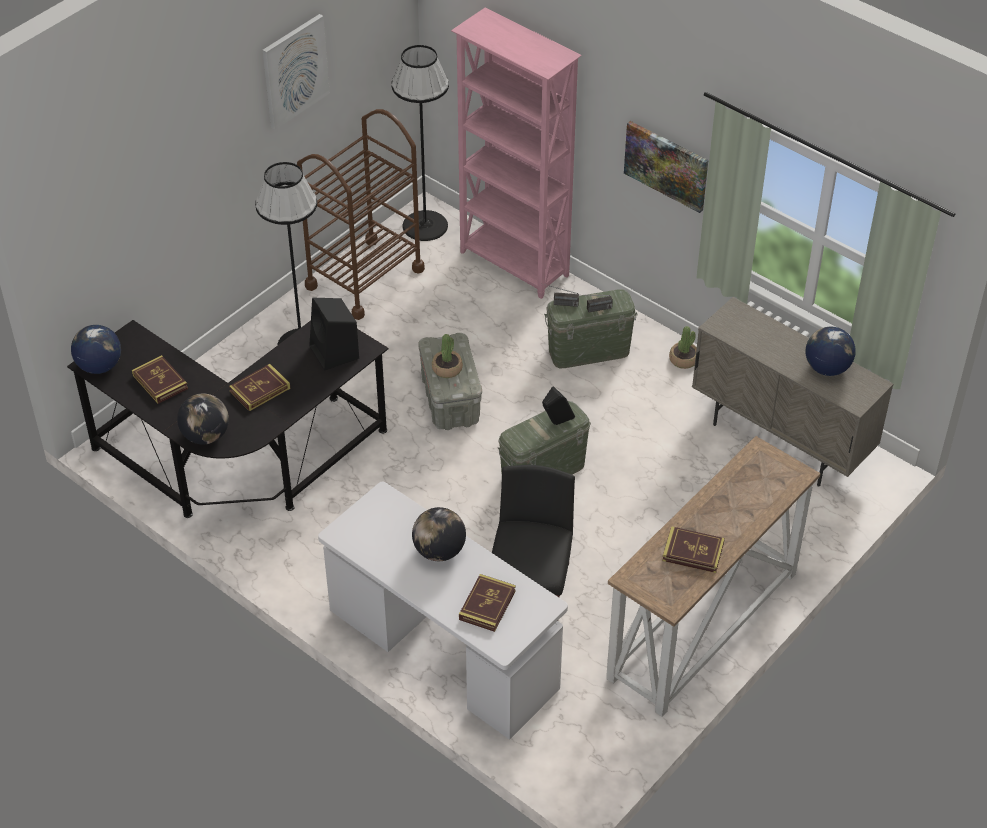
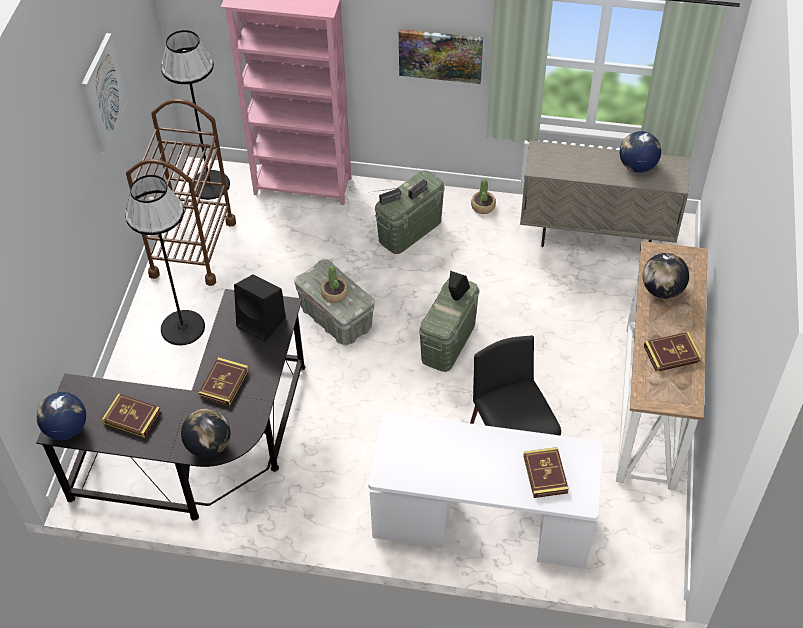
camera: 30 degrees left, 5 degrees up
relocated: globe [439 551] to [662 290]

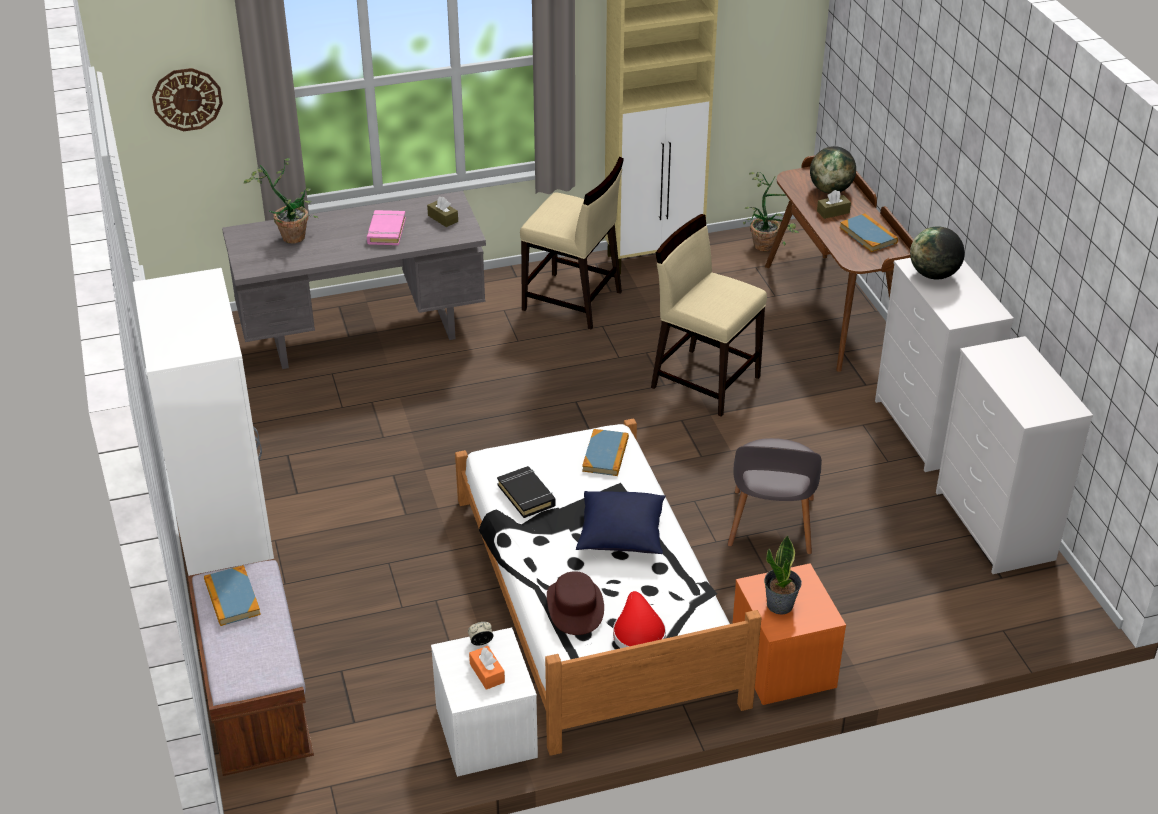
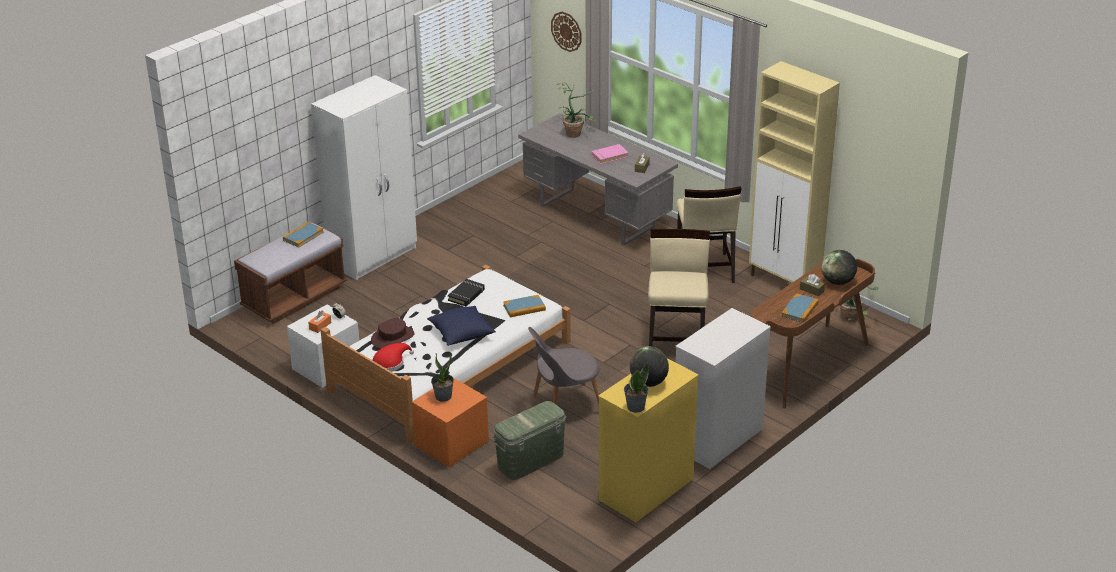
camera: 60 degrees right, 5 degrees down
appeared: houseplant [635 407]; green-coloured storage container [530 461]
relocated: globe [933 275] to [648 382]
colour: white-coloured drawer chest [995 526] to yellowish drawer chest [645 490]

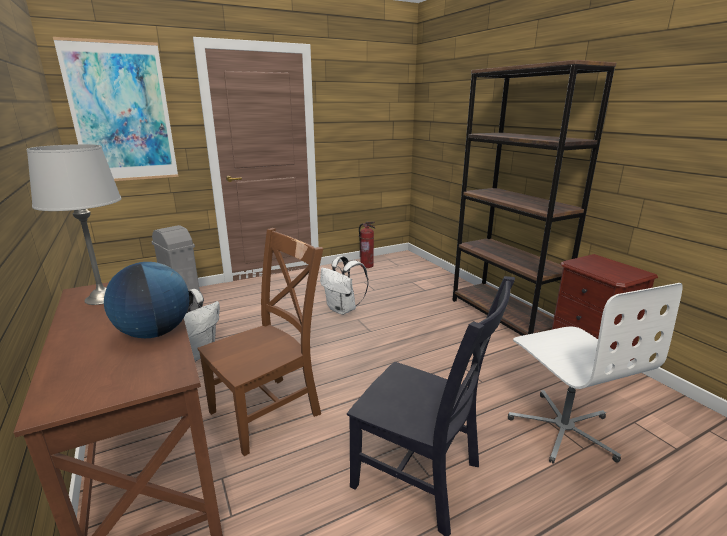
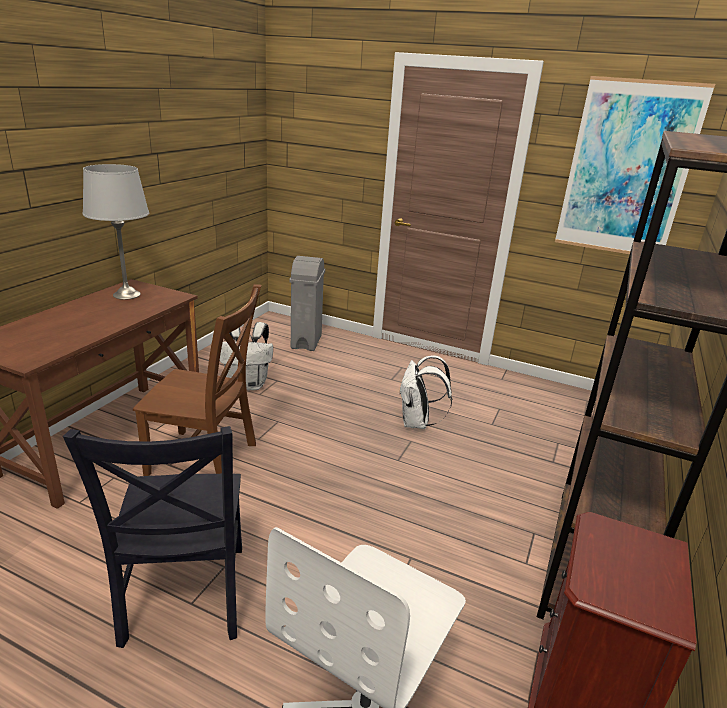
camera: 50 degrees right, 5 degrees up
missing: extinguisher [367 265]; globe [155 333]
relocated: picture [121 113] to [627 170]

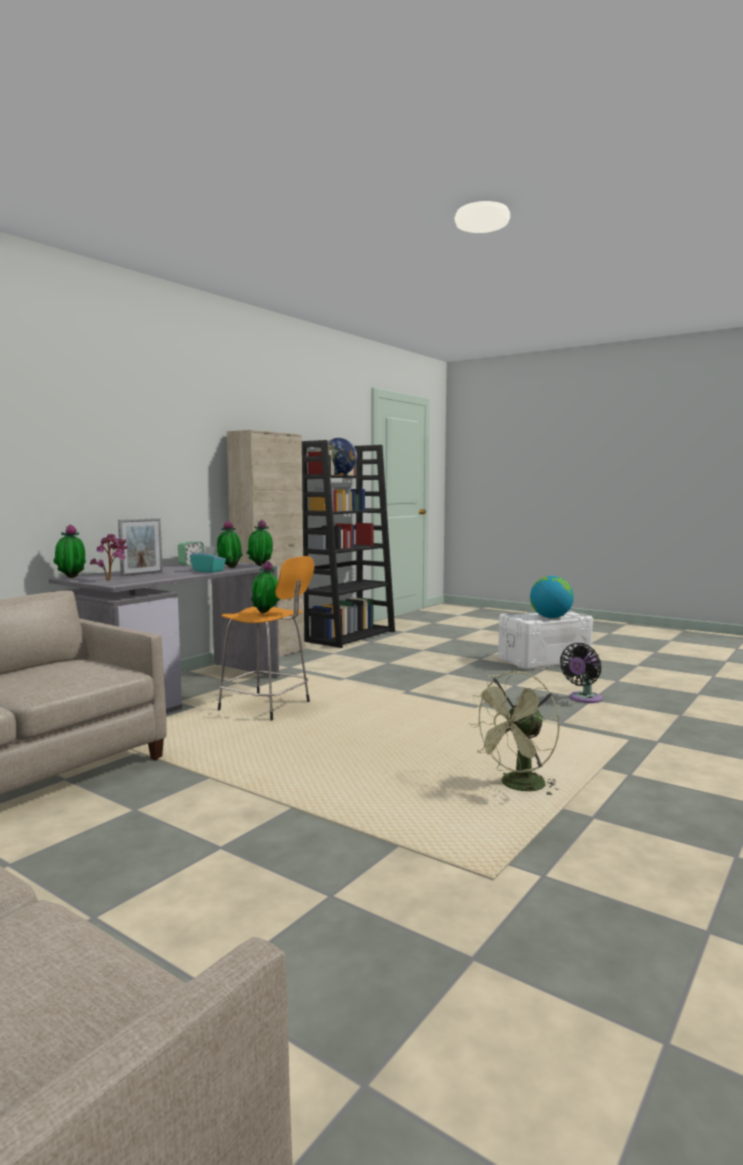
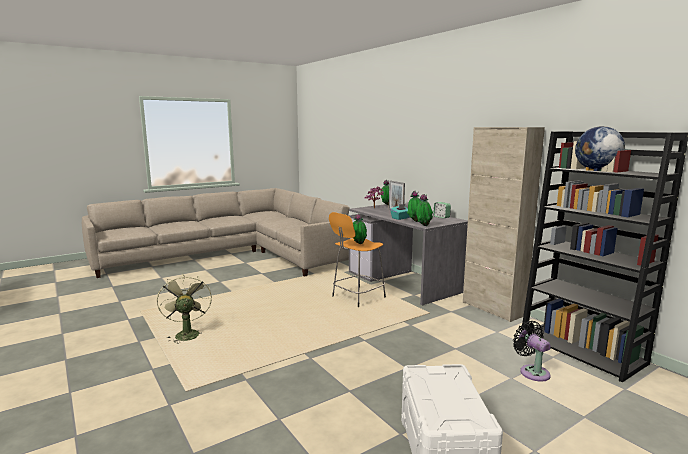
camera: 110 degrees right, 5 degrees up
missing: globe [550 617]
relocated: black fan [583 699] to [532 371]

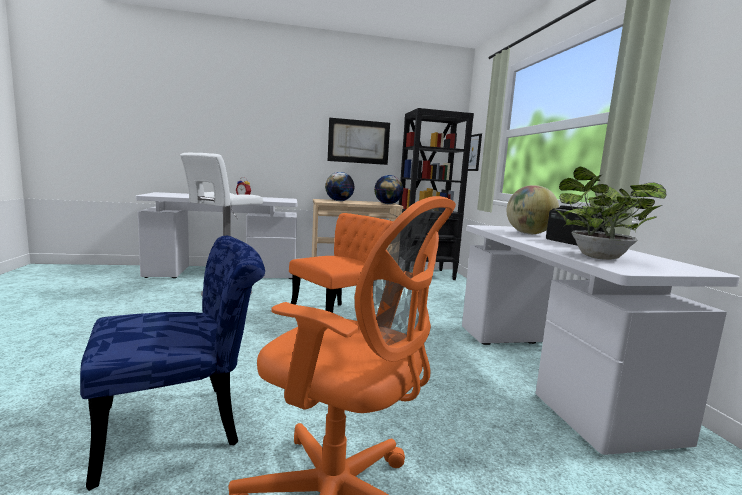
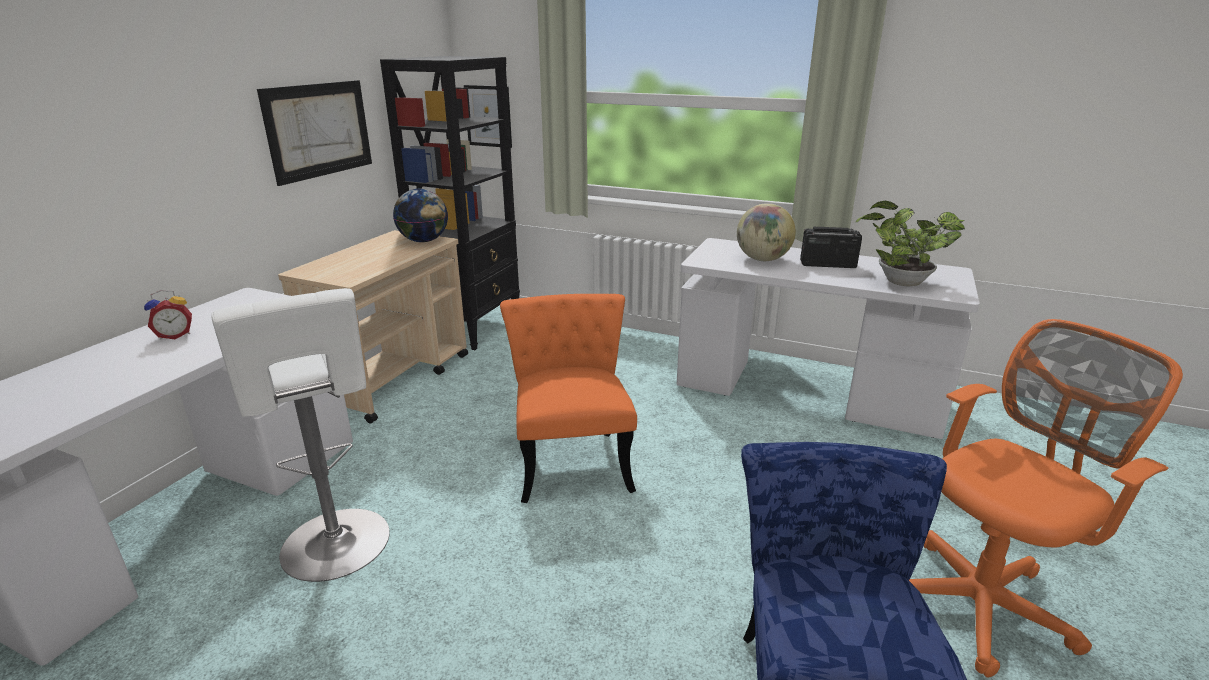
camera: 55 degrees left, 15 degrees up
missing: globe [339 201]

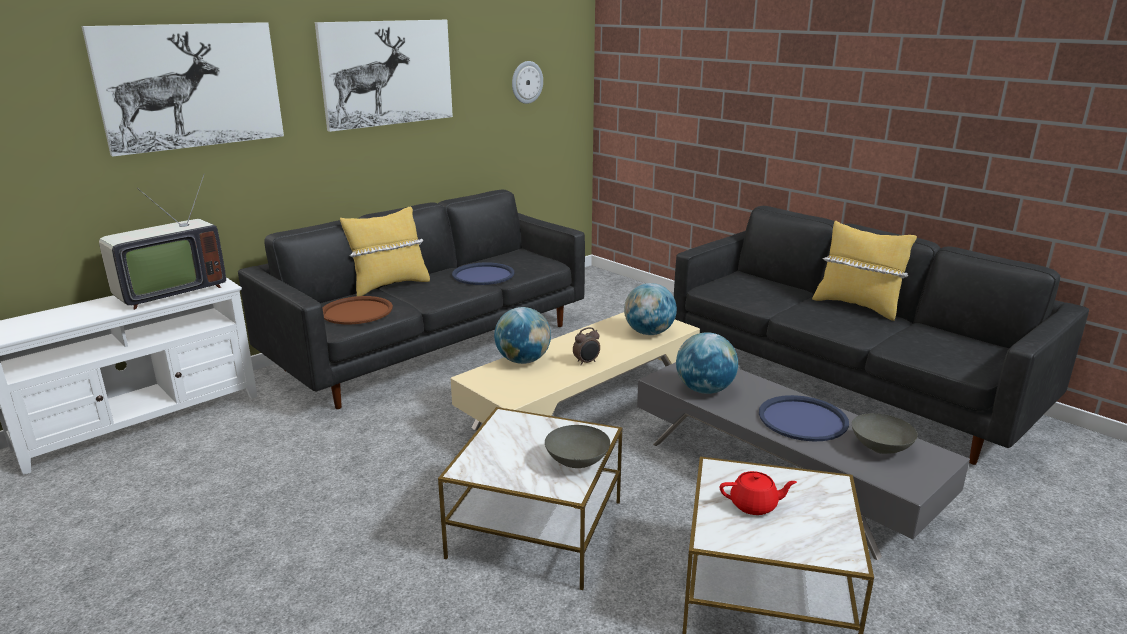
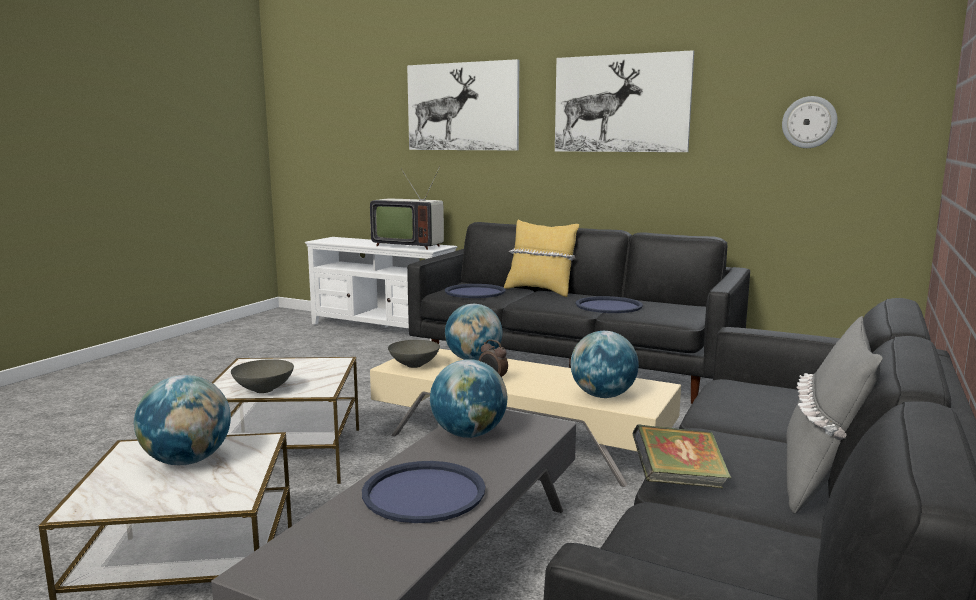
camera: 70 degrees right, 10 degrees down
appeared: volume [678 481]
relocated: gray serving bowl [879 448] to [414 365]
exchanged: reddish tea pot [754 505] to globe [187 461]
colour: yellowish throw pillow [857 306] to gray throw pillow [820 481]; brown-coloured serving tray [356 311] to blue serving tray [475 292]

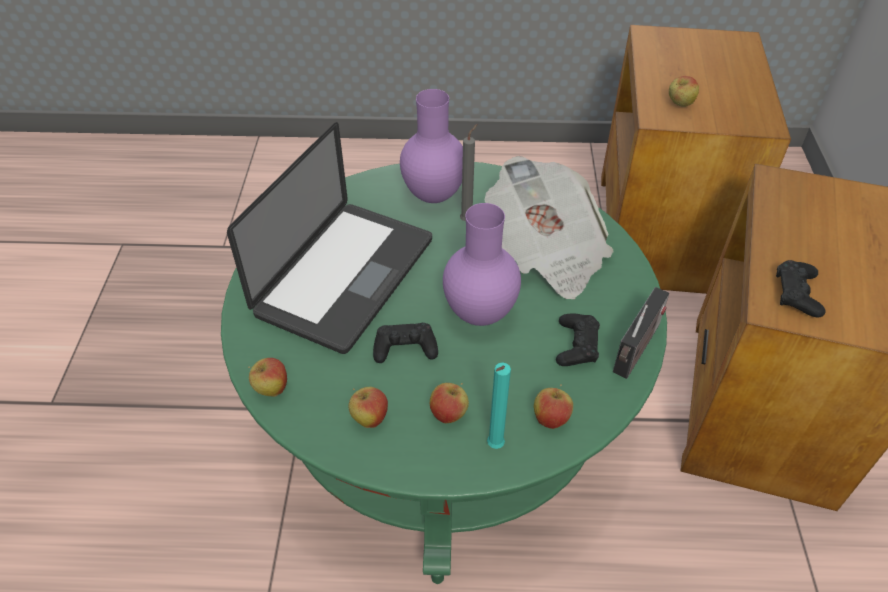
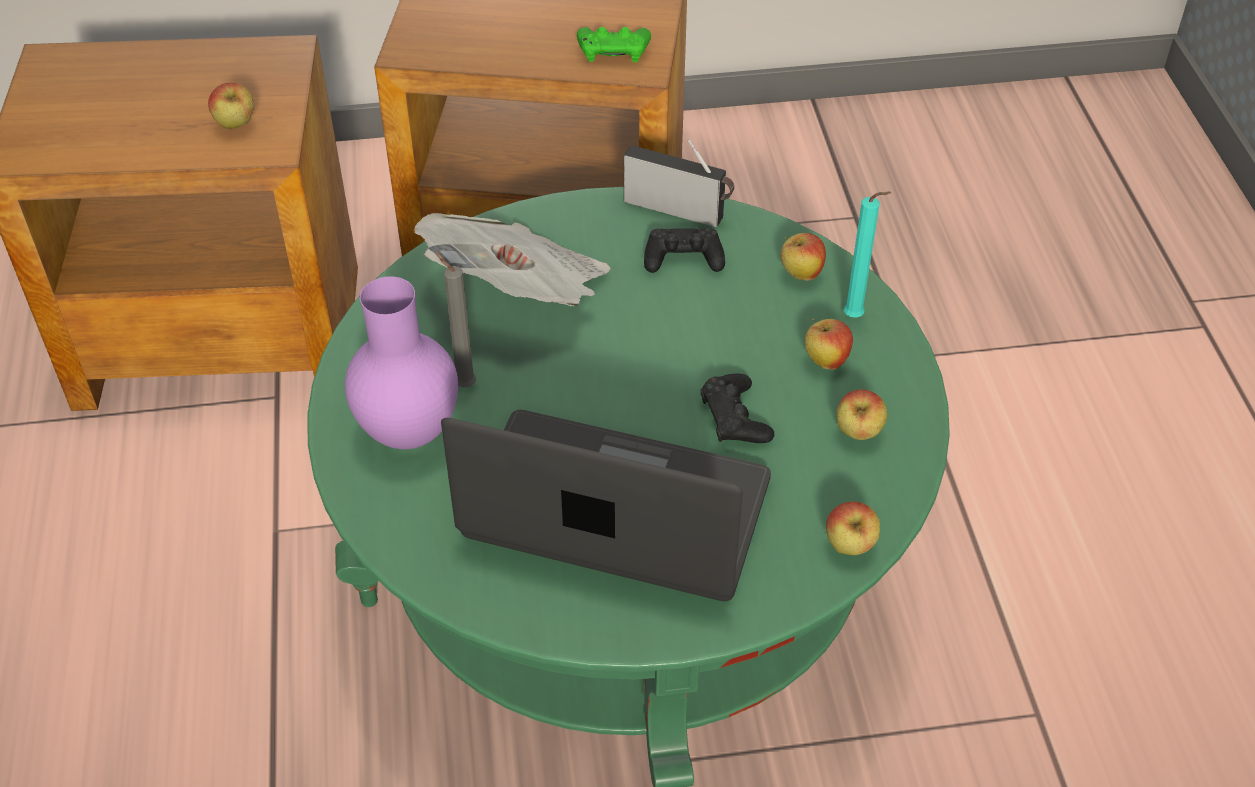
camera: 100 degrees left, 0 degrees up
missing: purple vase [480 315]
colour: black joypad [797 293] to green-coloured joypad [613 50]

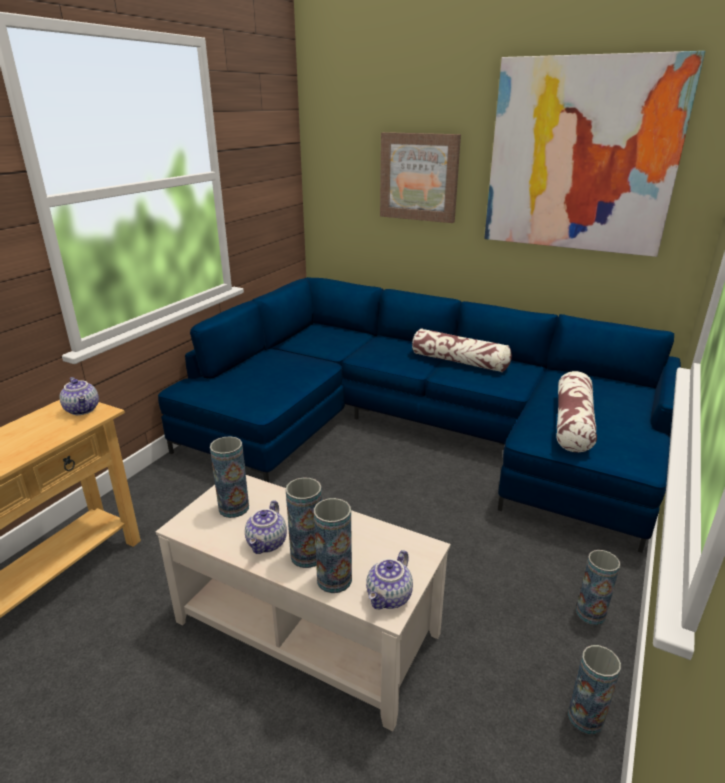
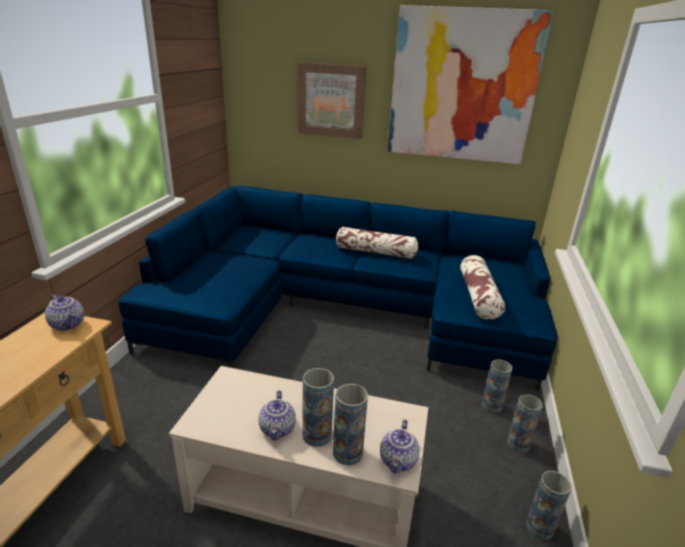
camera: 15 degrees left, 0 degrees up
relocated: vase [234 508] to [492 405]

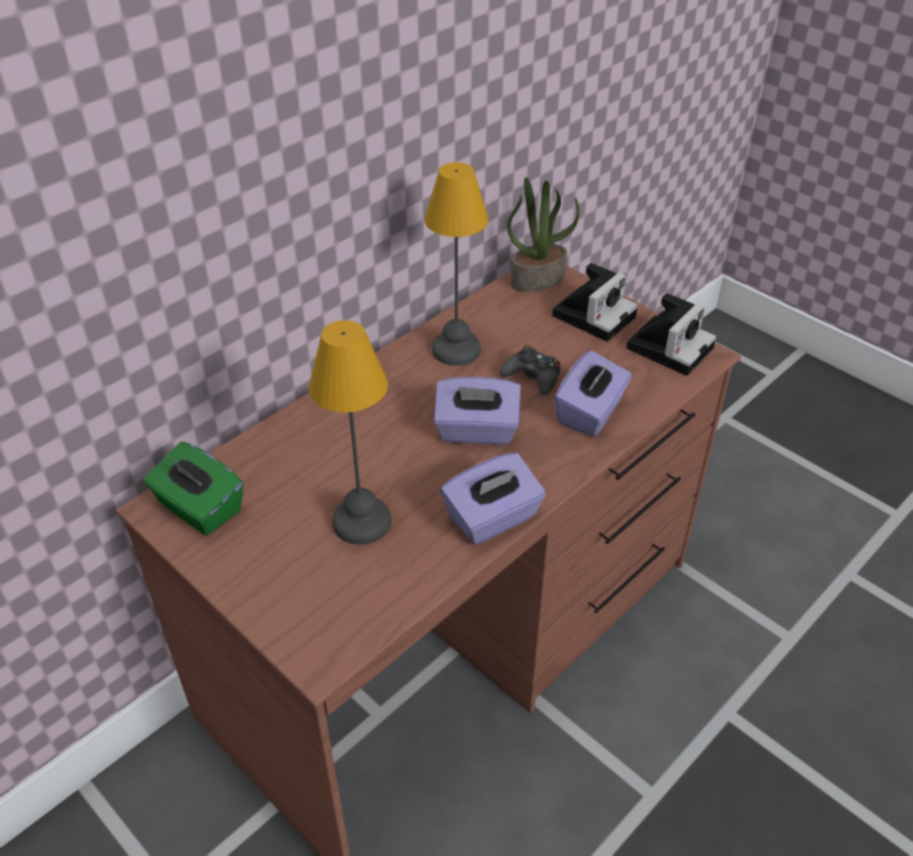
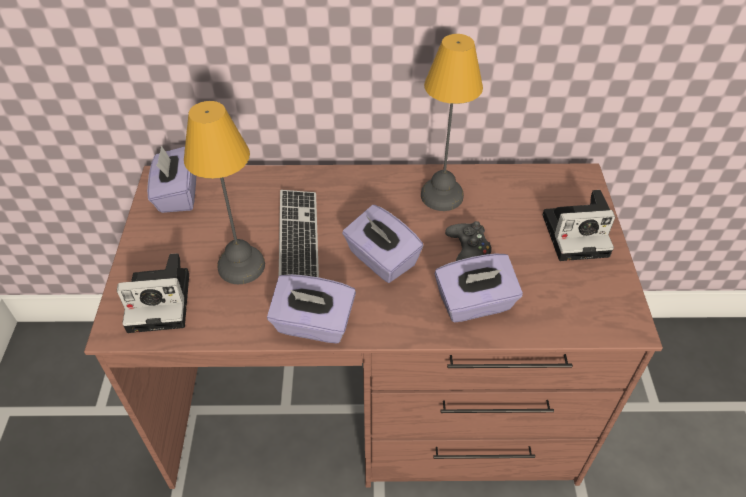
camera: 45 degrees right, 5 degrees up
missing: houseplant [538 279]
appeared: computer keyboard [298 239]
relocated: photo camera [670 346] to [162 301]
colour: green-coloured tissue box [199 508] to purple tissue box [177 194]

